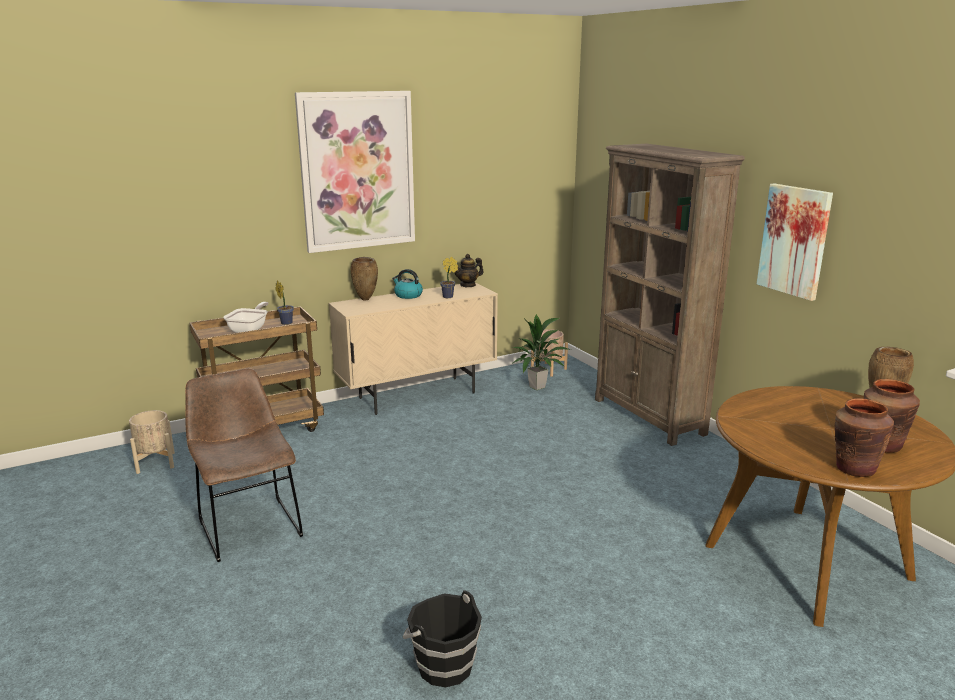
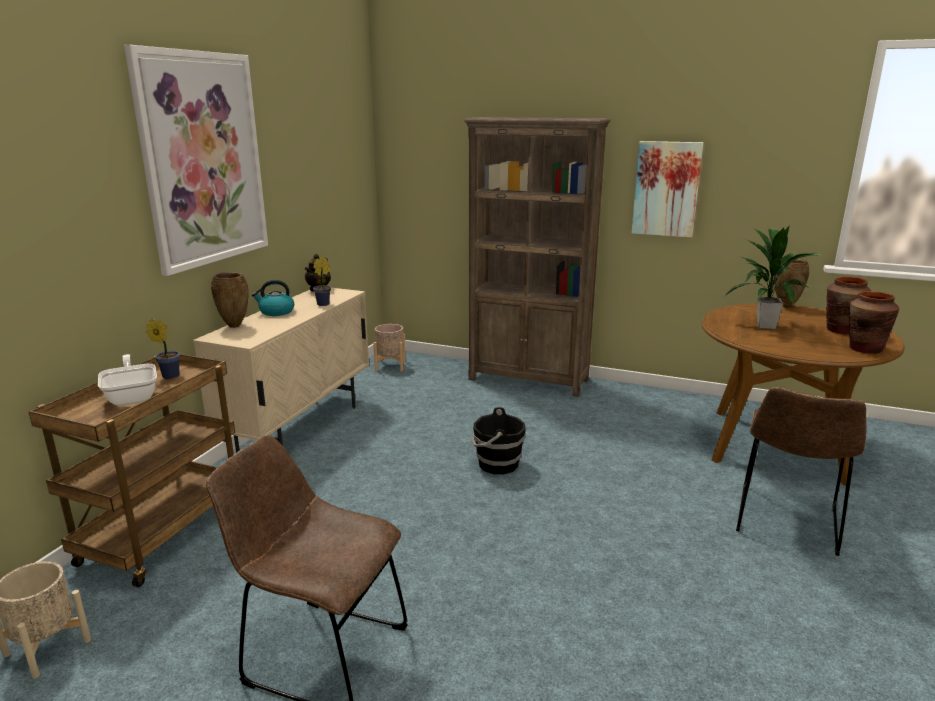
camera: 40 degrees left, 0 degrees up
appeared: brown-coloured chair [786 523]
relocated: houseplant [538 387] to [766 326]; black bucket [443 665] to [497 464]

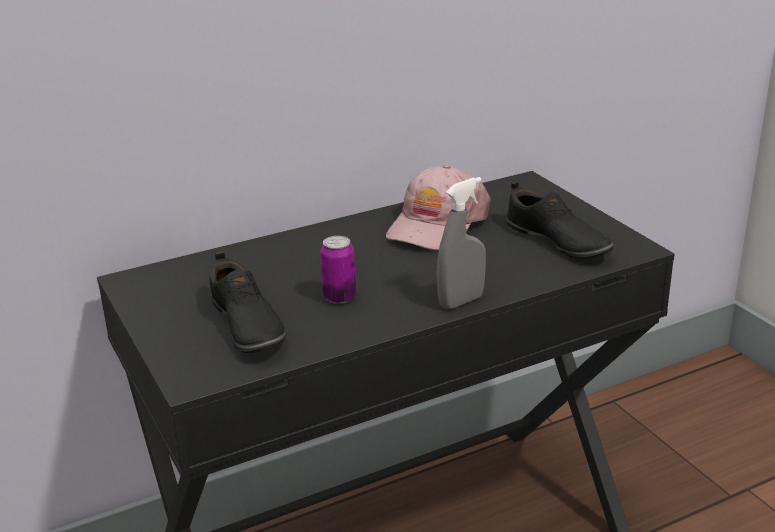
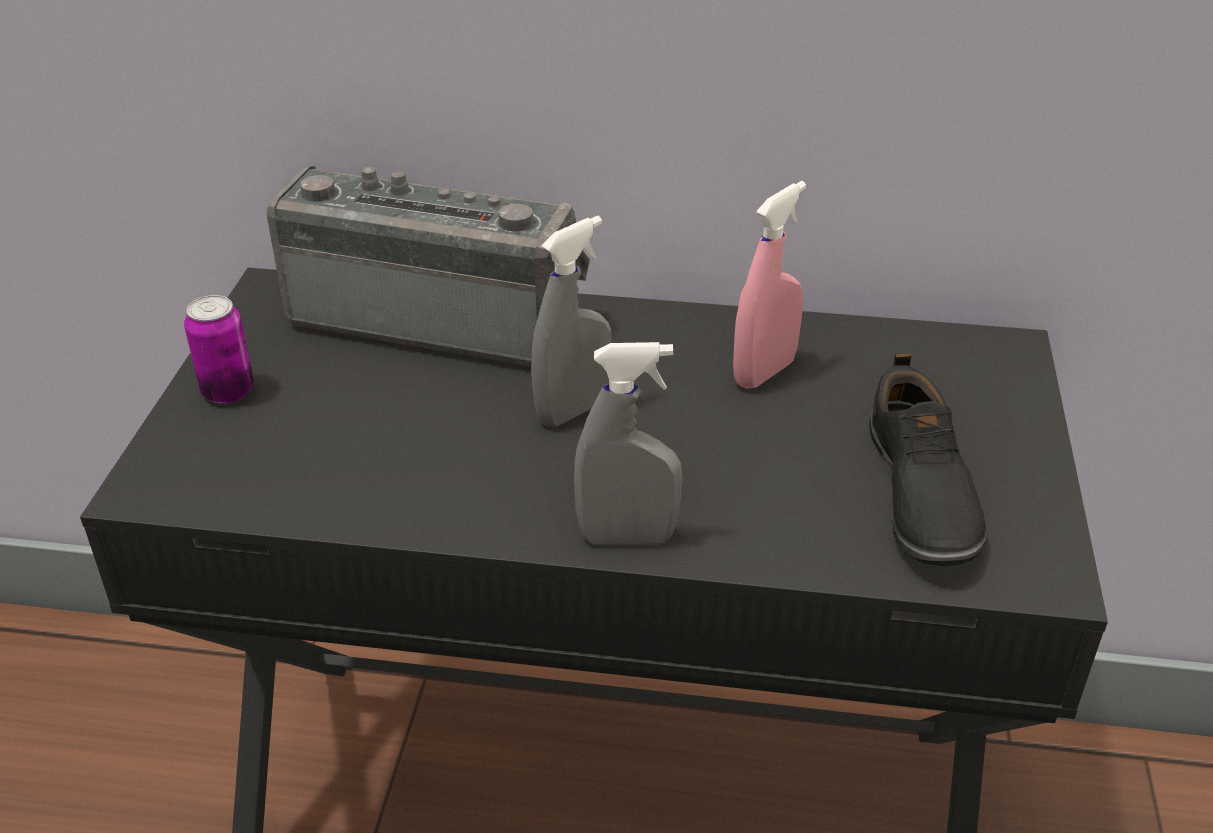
camera: 35 degrees right, 10 degrees up
missing: black shoe [245 326]
appeared: radio [438 317]; gray sprayer [573 410]
relocated: can [339 297] to [228 391]
exchanged: pinkish baseball cap [437 224] to pinkish sprayer [764 372]

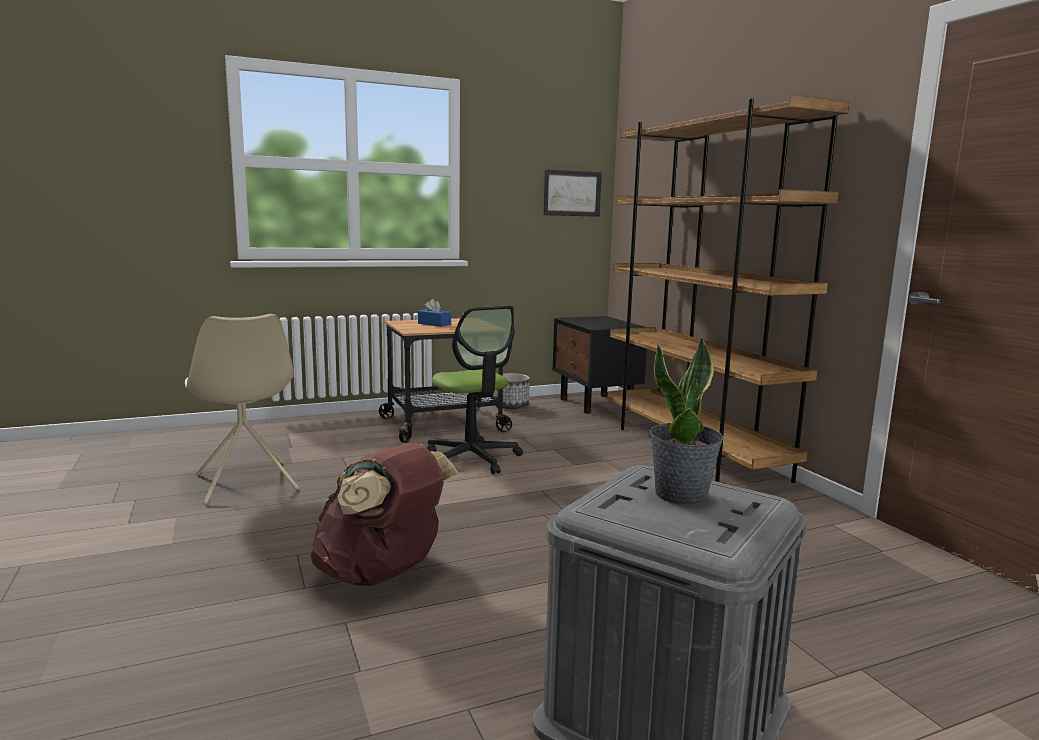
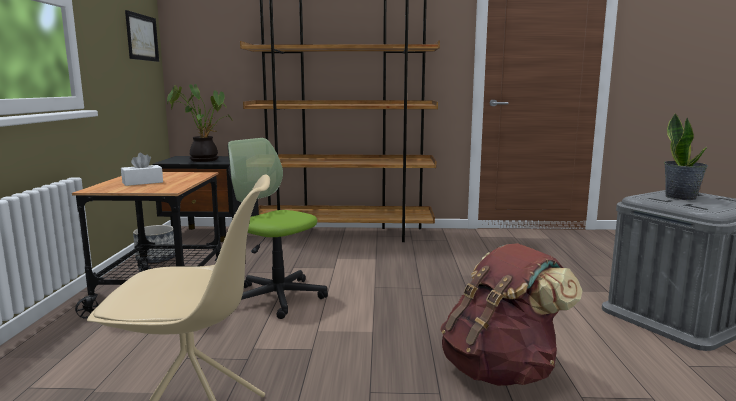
camera: 65 degrees left, 0 degrees up
appeared: houseplant [204 159]
colour: blue tissue box [434 324] to white-coloured tissue box [142 182]
spun: computer chair [472 458] = [277 297] 135 degrees counterclockwise

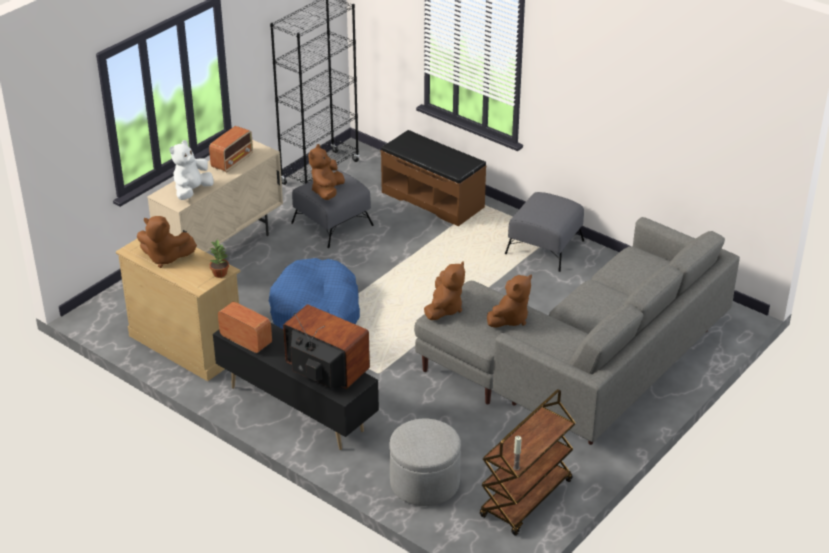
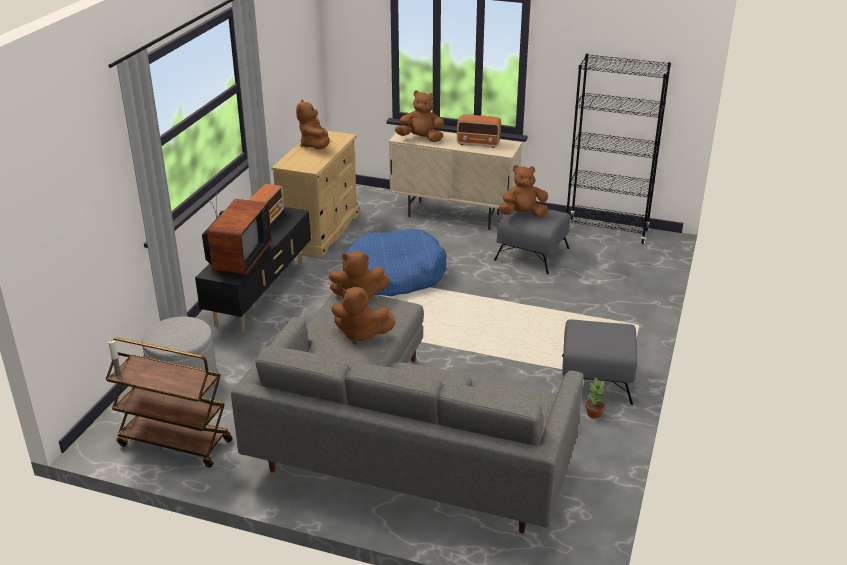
camera: 70 degrees right, 5 degrees down
missing: brown-coloured indoor bench [433 199]
relocated: houseplant [219 273] to [594 413]
colour: white-coloured cuddly toy [192 191] to brown-coloured cuddly toy [421 139]

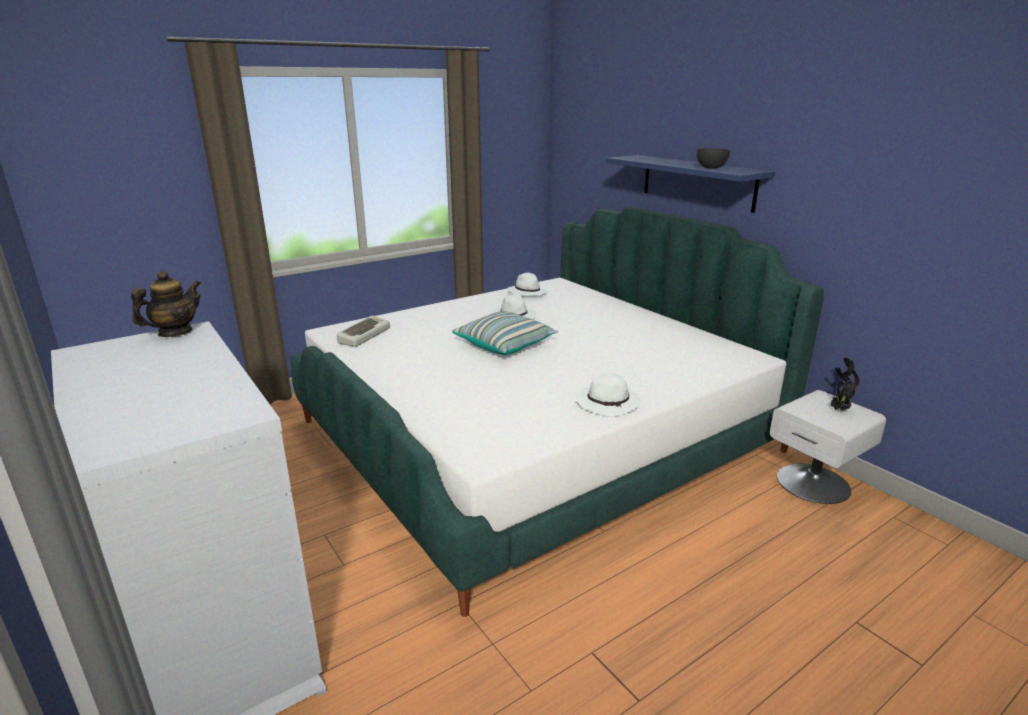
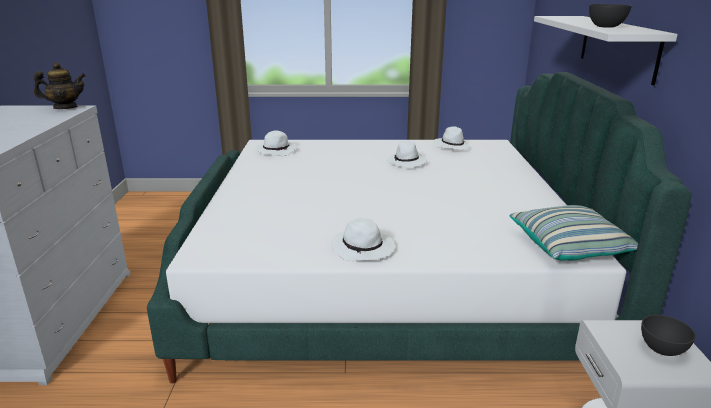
camera: 35 degrees right, 0 degrees up
relocated: throw pillow [505 345] to [570 247]
exchanged: computer keyboard [363 335] to white-coloured hat [277 151]; houseplant [838 410] to gray serving bowl [662 349]
colour: blue bracket shelf [697 182] to white-coloured bracket shelf [617 46]

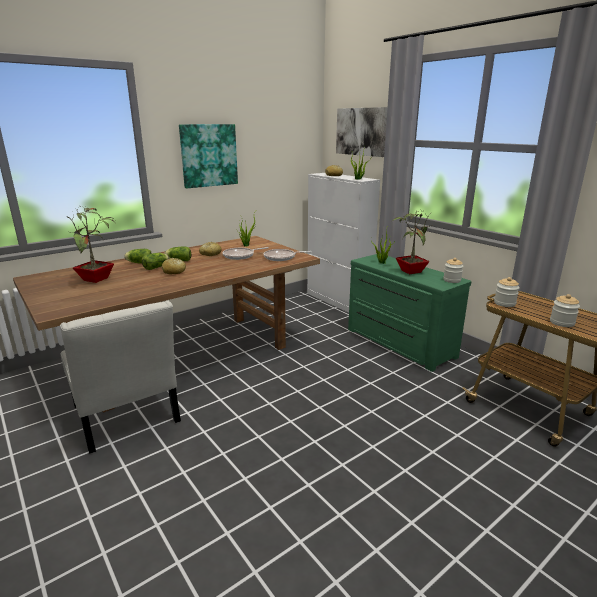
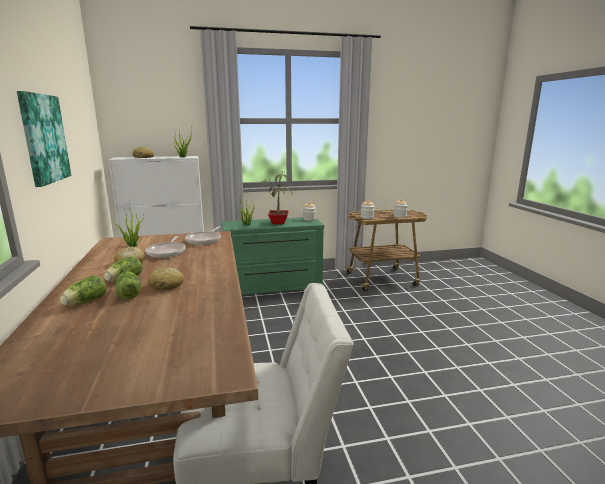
camera: 65 degrees left, 5 degrees down
missing: picture [361 131]; houseplant [97 279]

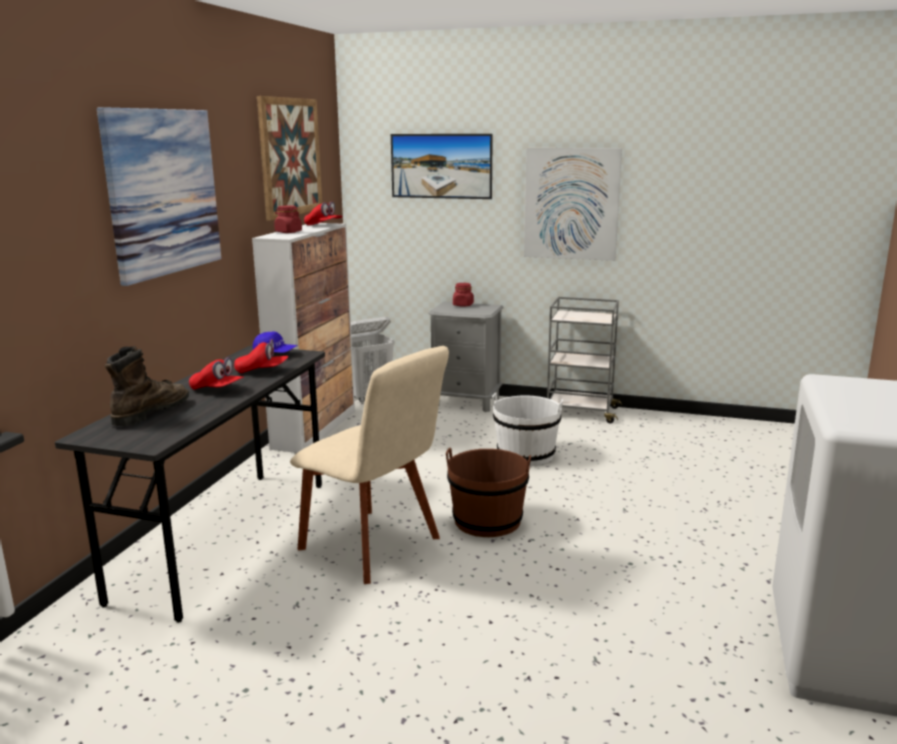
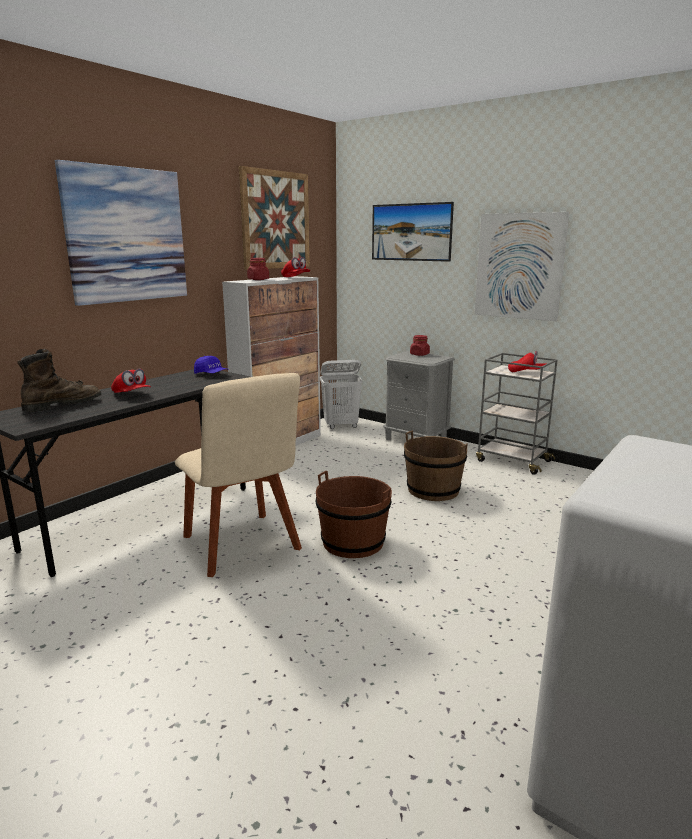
camera: 20 degrees right, 0 degrees up
relocated: reddish baseball cap [262 371] to [526 372]
colour: white-coloured bucket [526 454] to brown-coloured bucket [433 490]

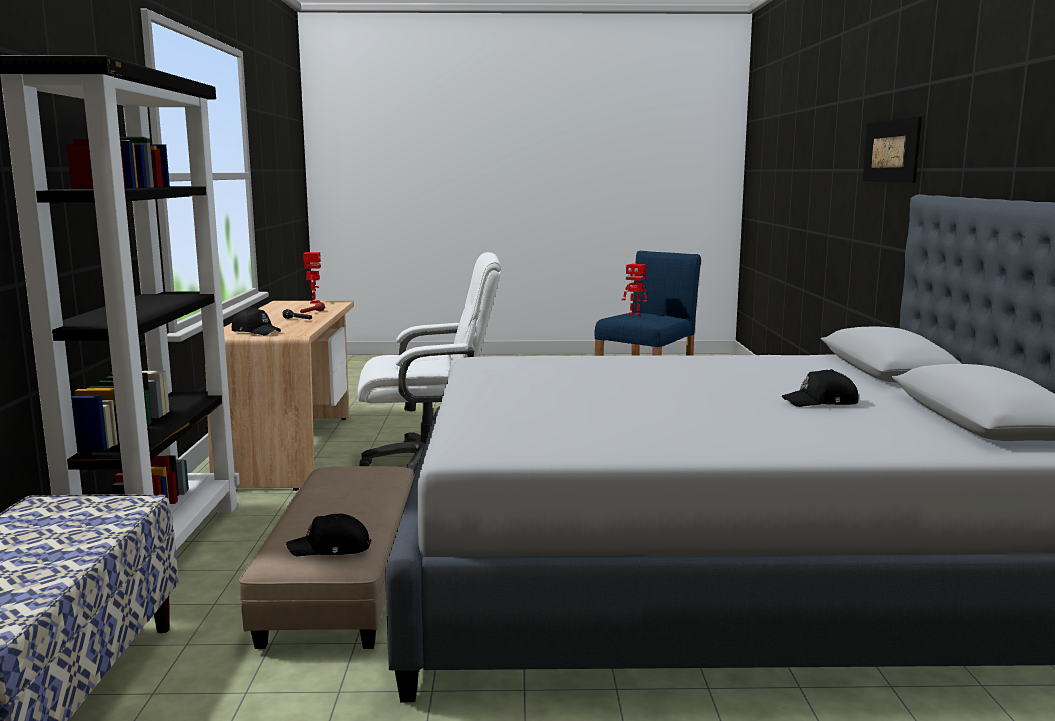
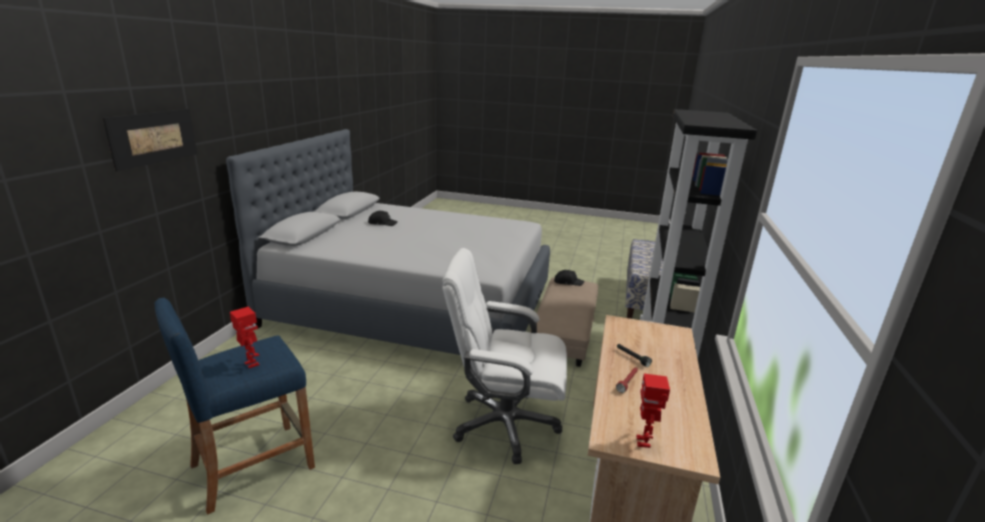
camera: 165 degrees left, 10 degrees up
missing: black baseball cap [256 331]

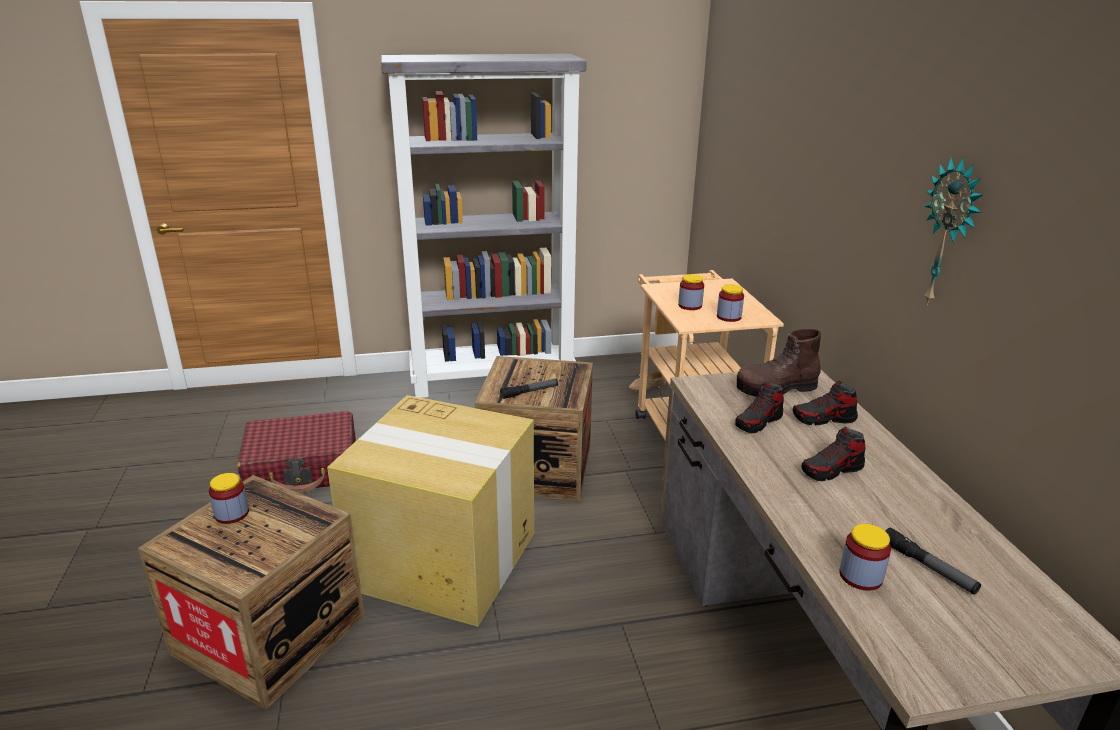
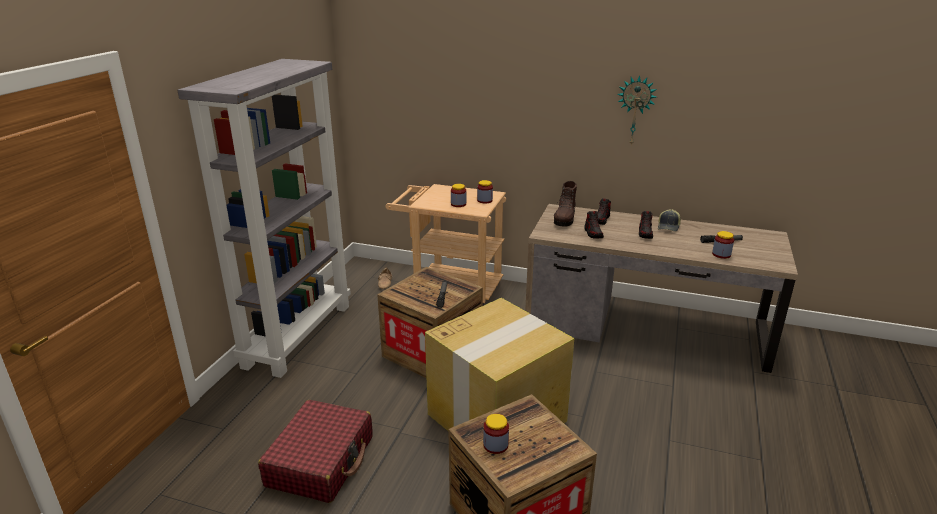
camera: 60 degrees left, 0 degrees up
appeared: baseball cap [669 226]

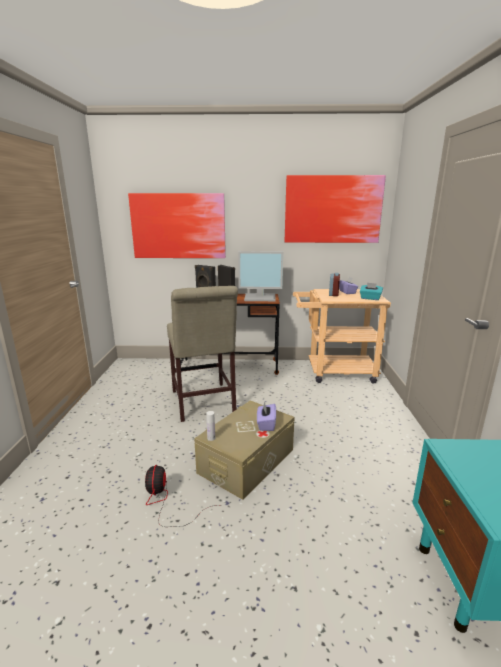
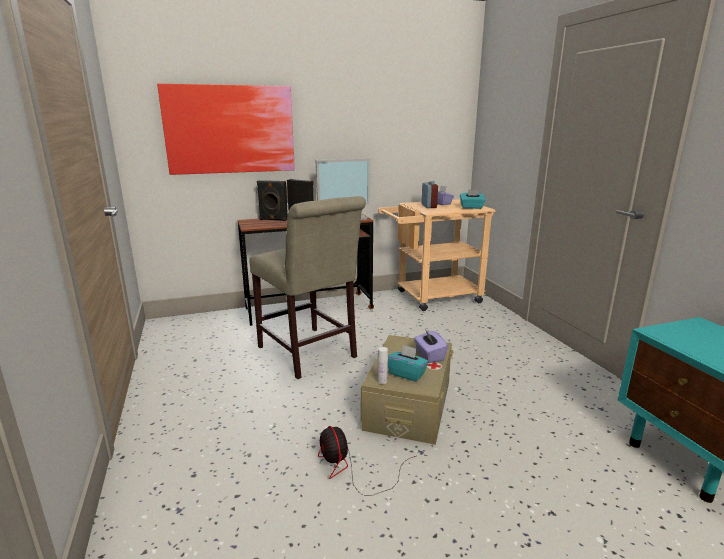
camera: 20 degrees left, 0 degrees up
missing: picture [332 209]
appeared: turquoise tissue box [407 374]

